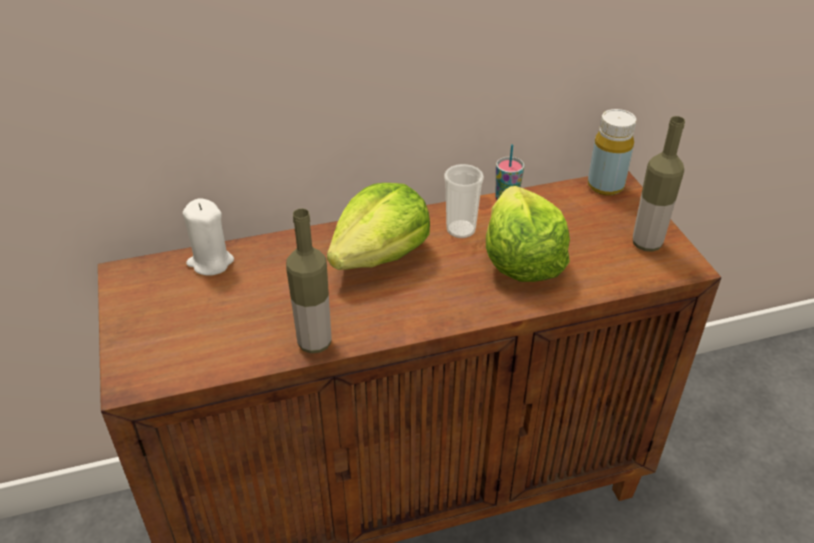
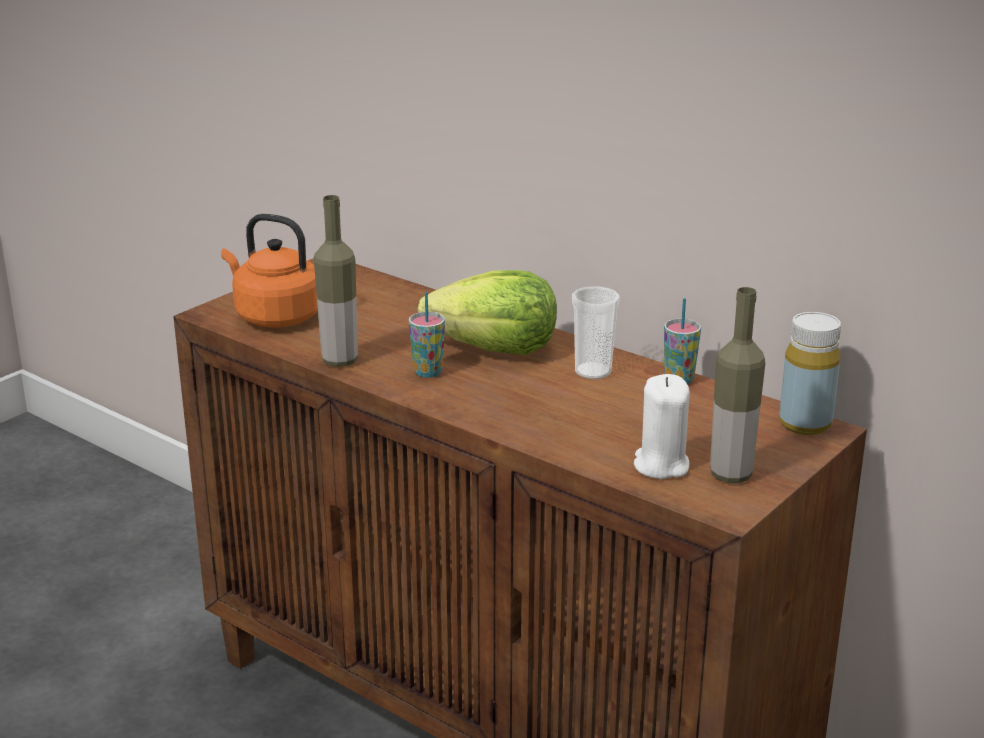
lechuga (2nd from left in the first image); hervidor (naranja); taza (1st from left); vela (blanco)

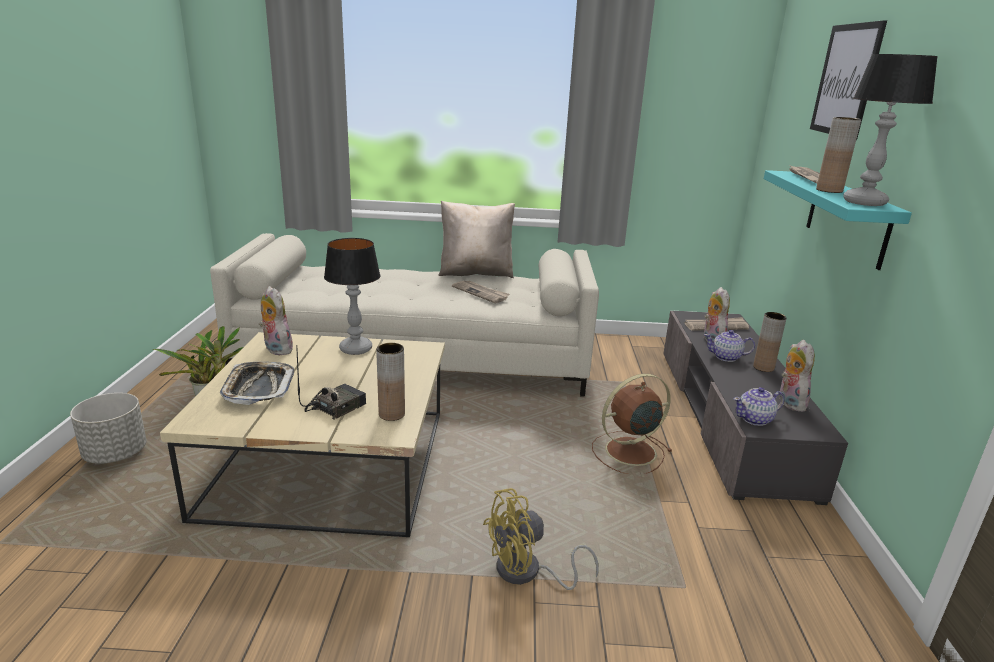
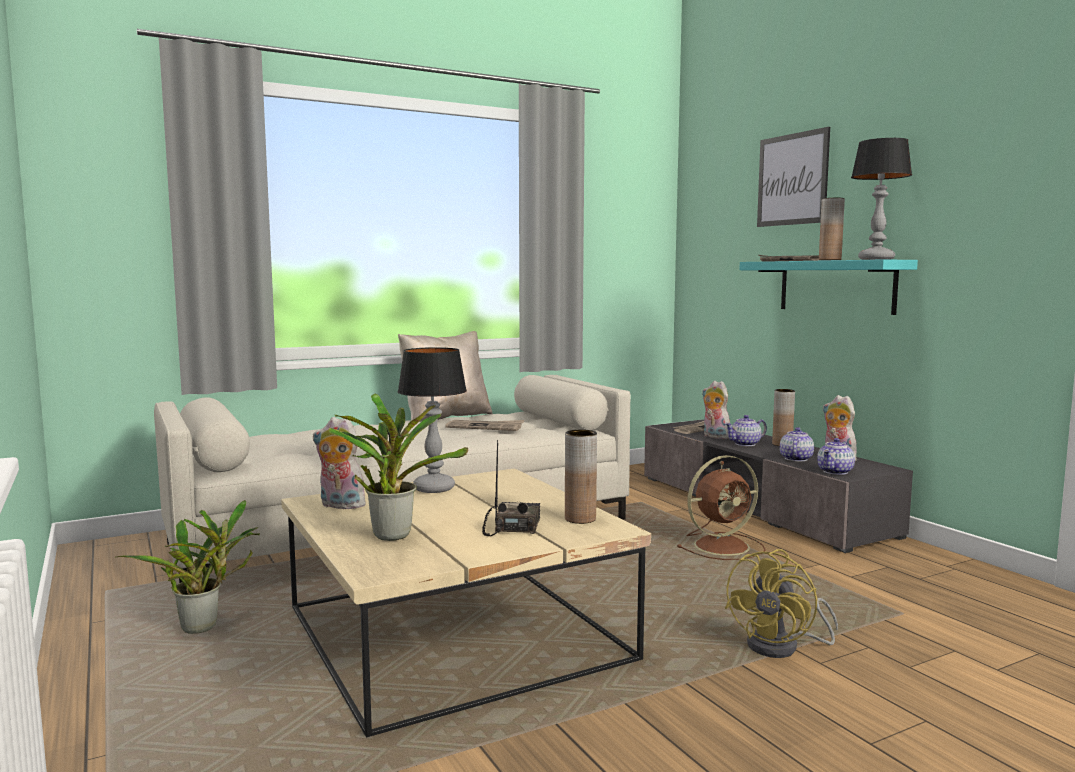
maceta (gris); tetera (2nd from left); planta en maceta (2nd from left); ventilador (marrón)

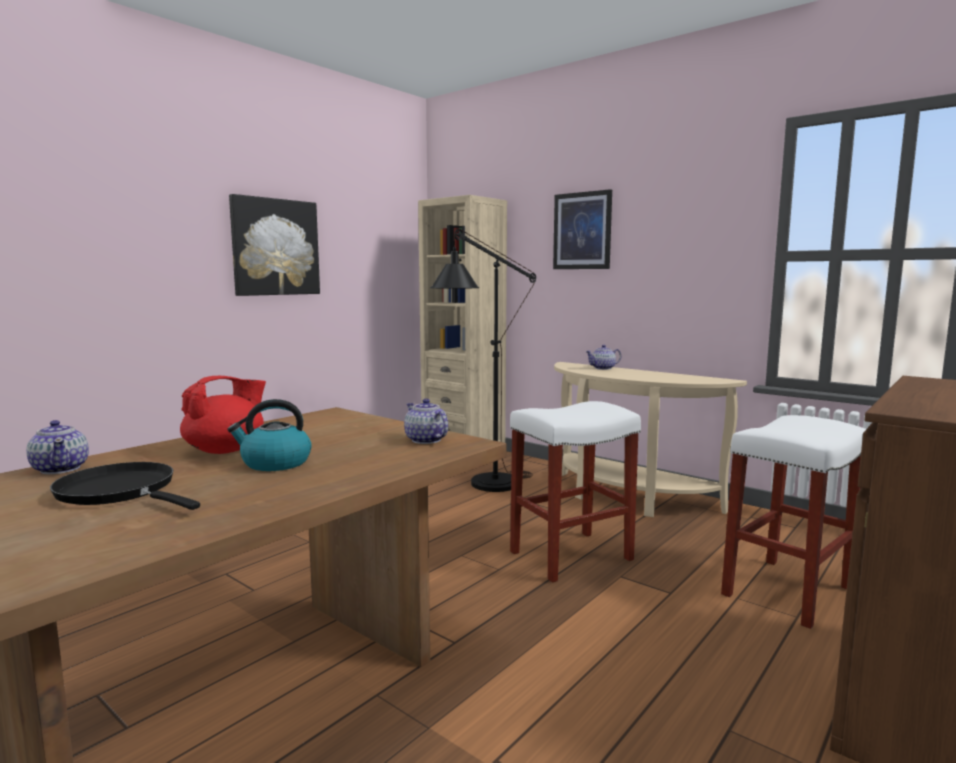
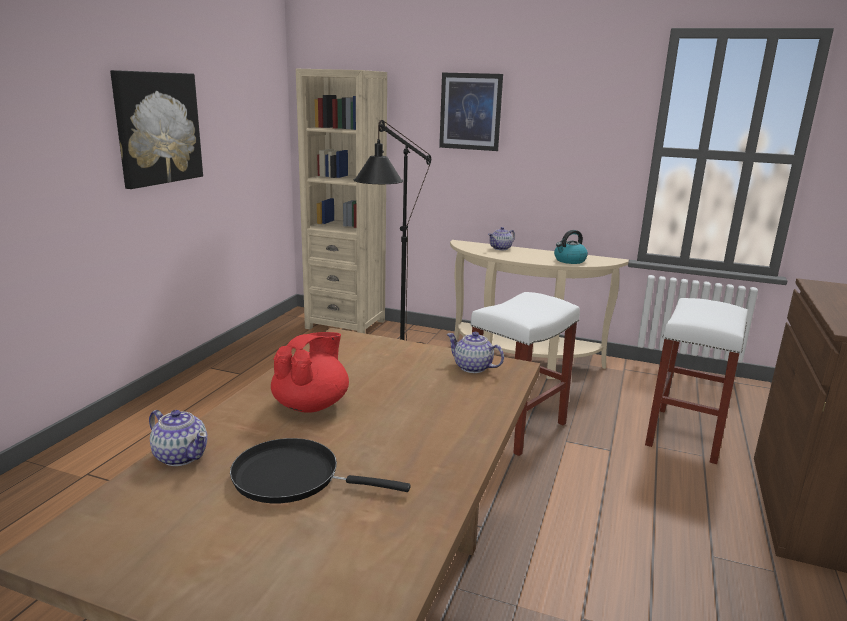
hervidor

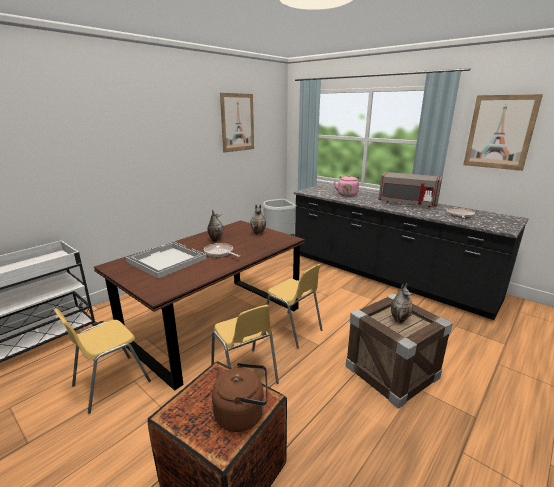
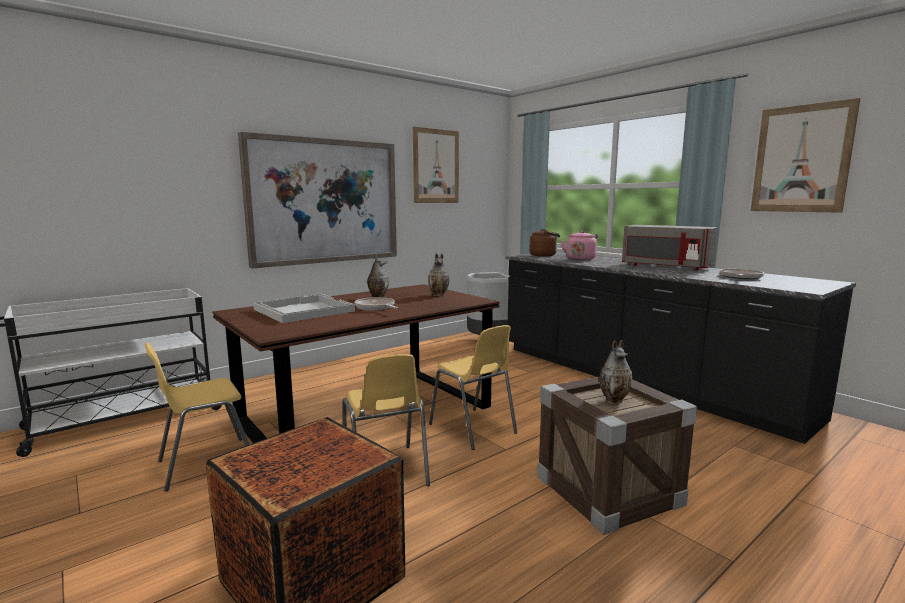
cuadro (1st from left); hervidor (marrón)

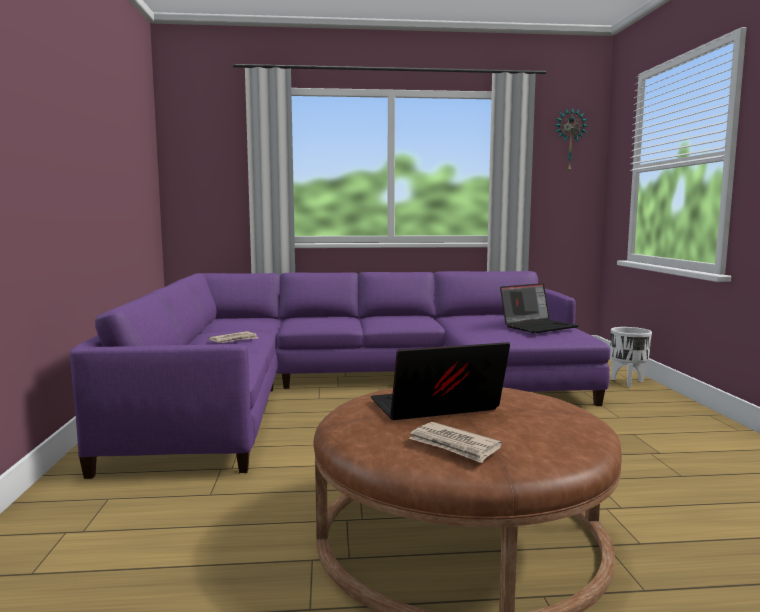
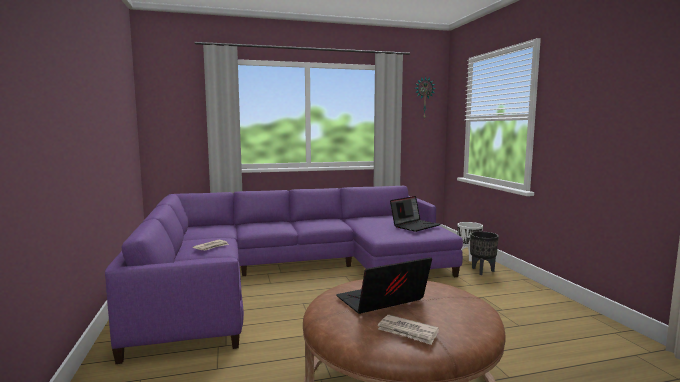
maceta (negro)

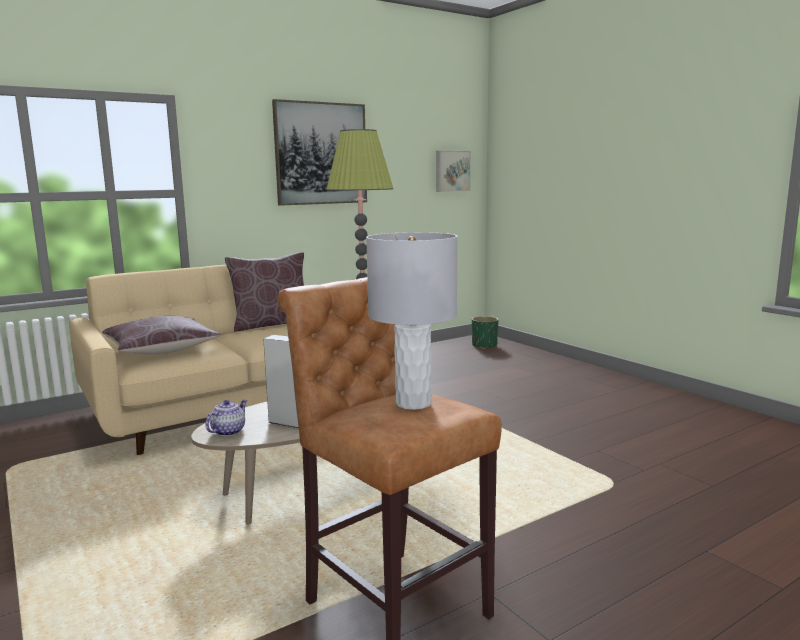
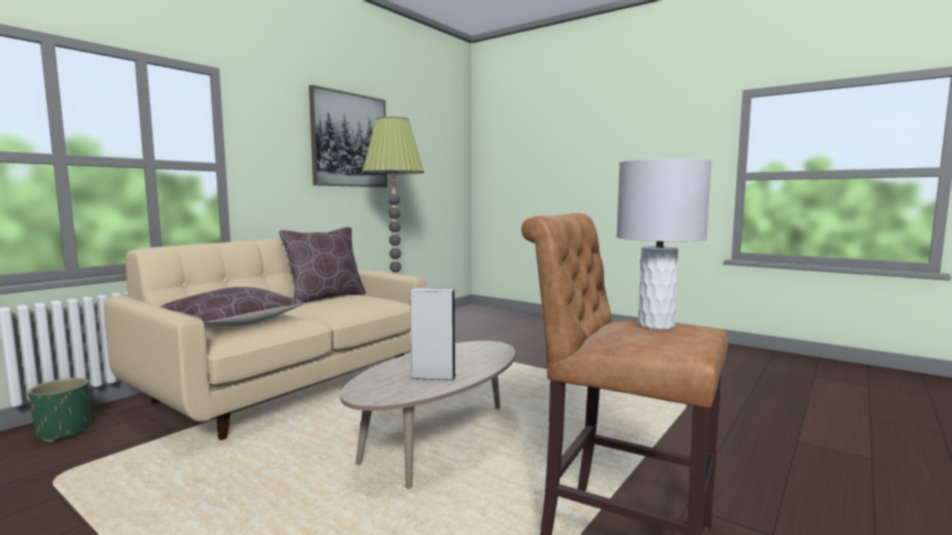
tetera; cuadro (2nd from left in the first image); maceta (verde)

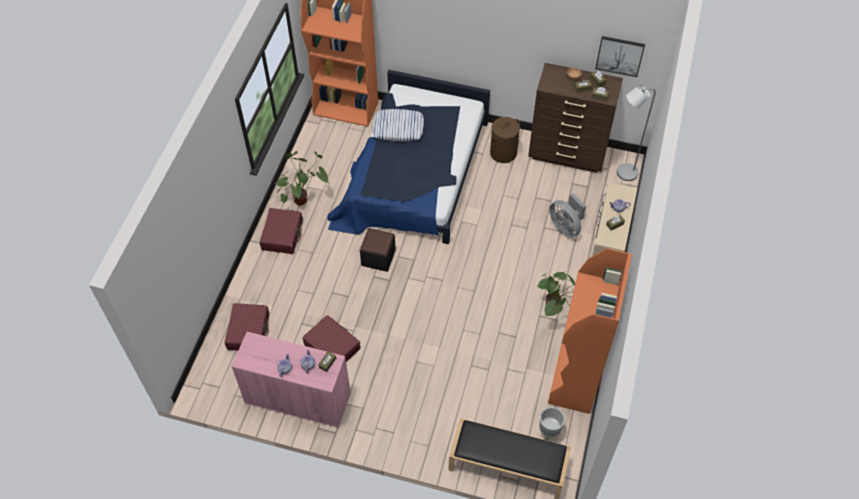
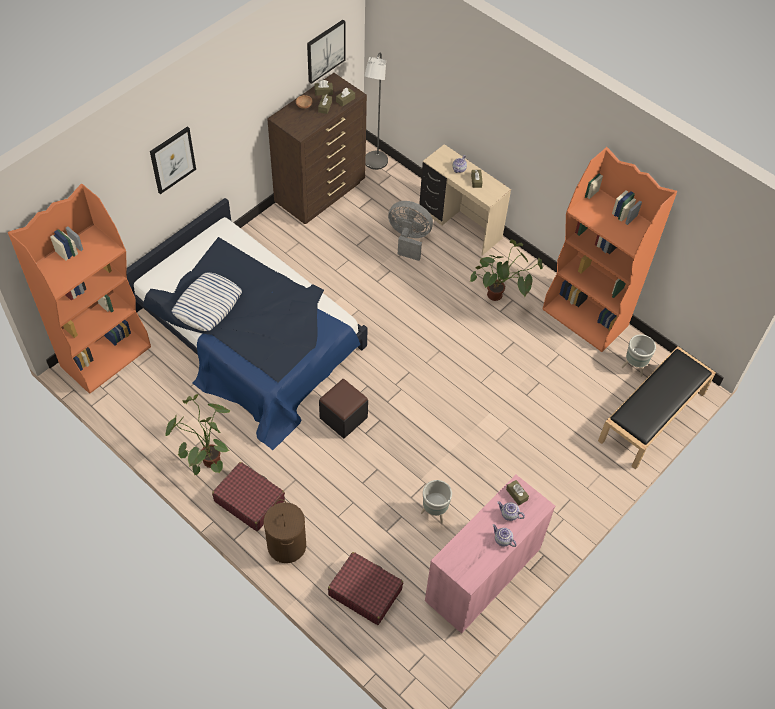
cuadro (1st from left); cesto de la ropa (marrón); maceta (gris) (1st from left); ventilador (gris)

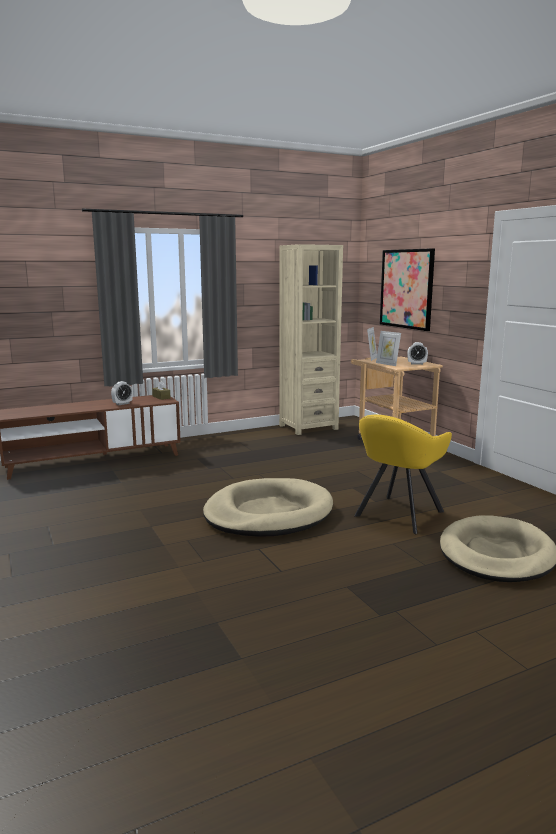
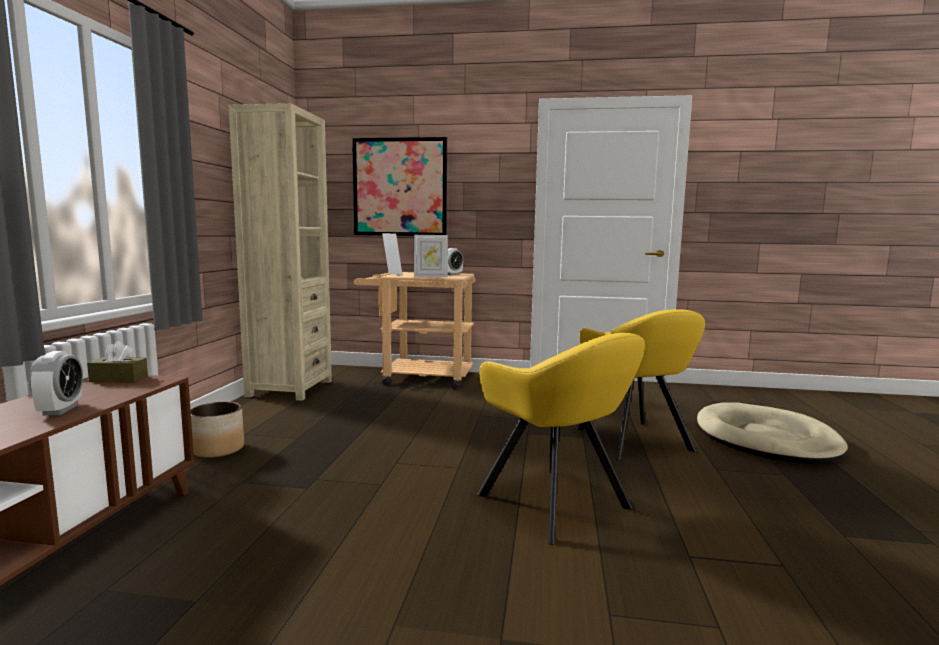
maceta; sillón (amarillo) (1st from left)

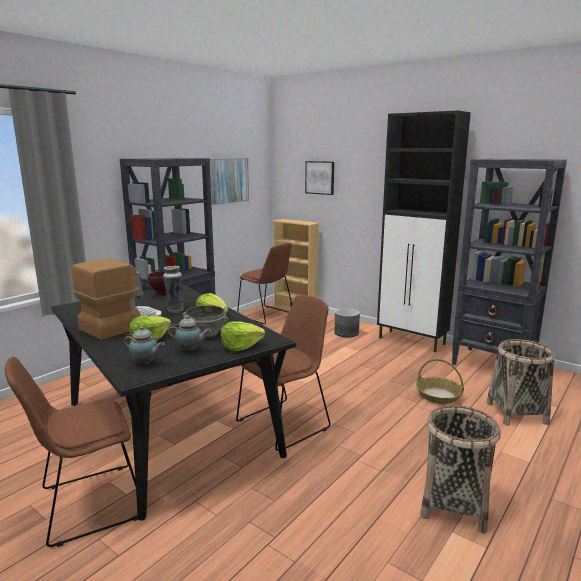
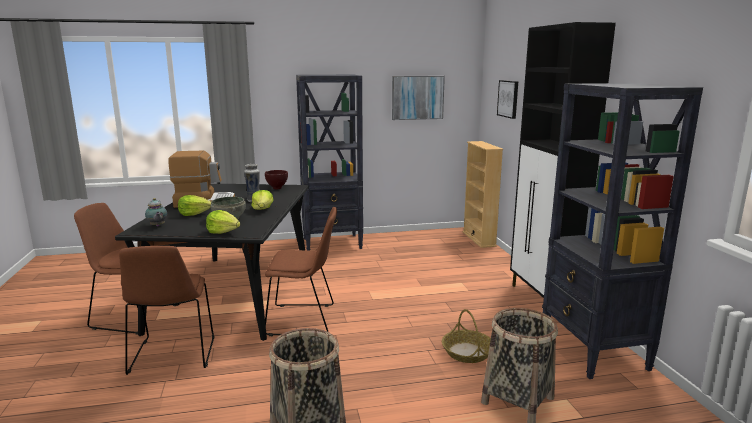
tetera (2nd from left in the first image); maceta (gris); silla (marrón) (2nd from left)

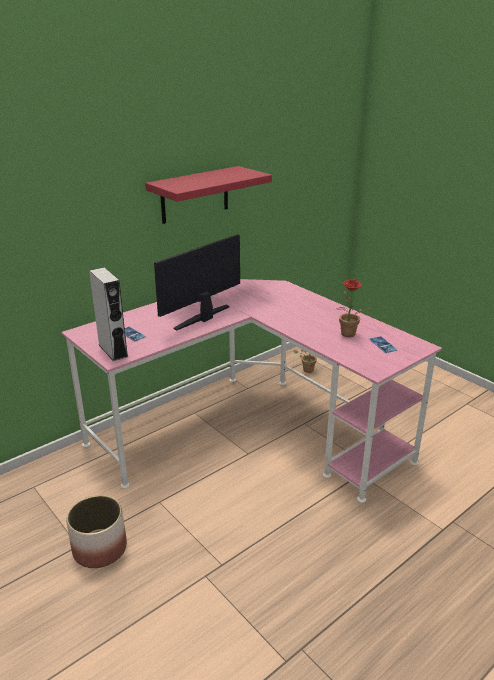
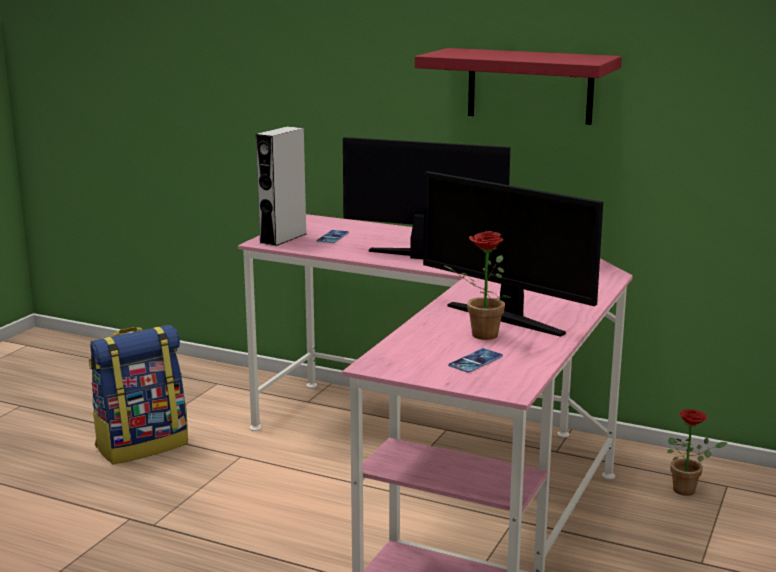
monitor (2nd from left); mochila

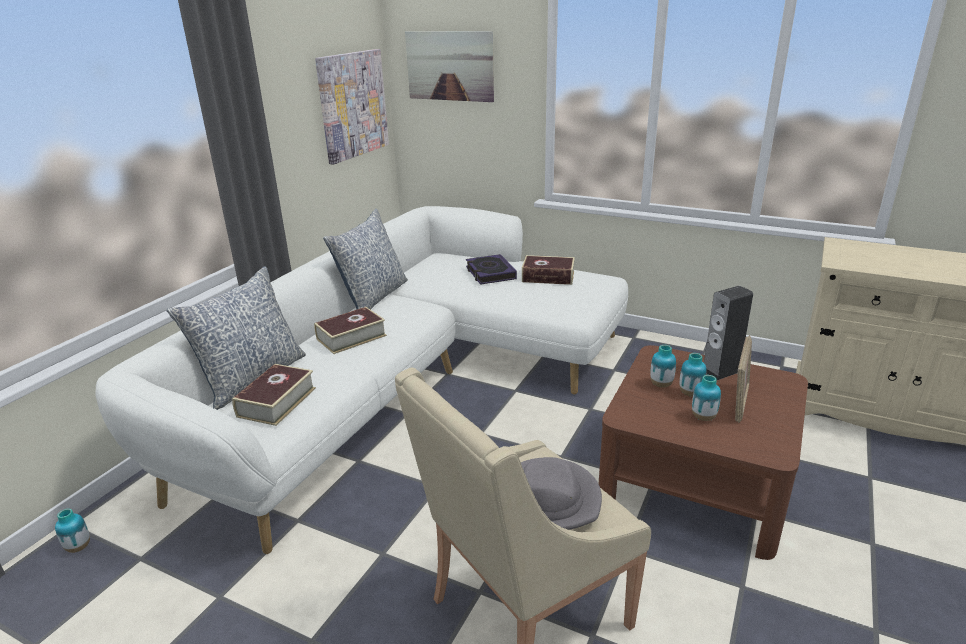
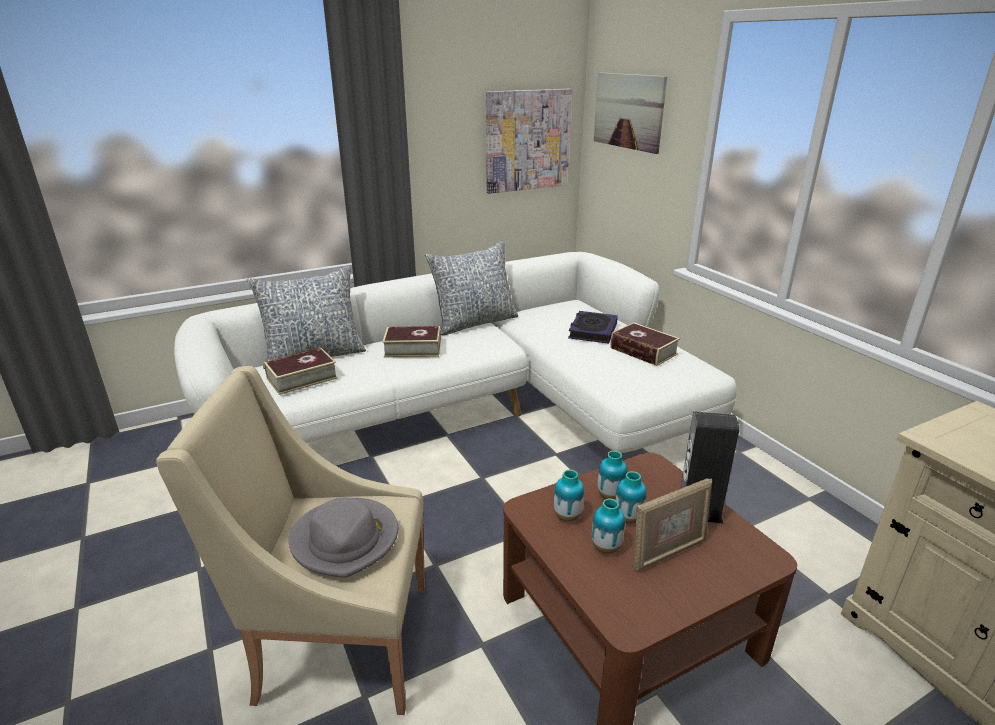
florero (1st from left)

